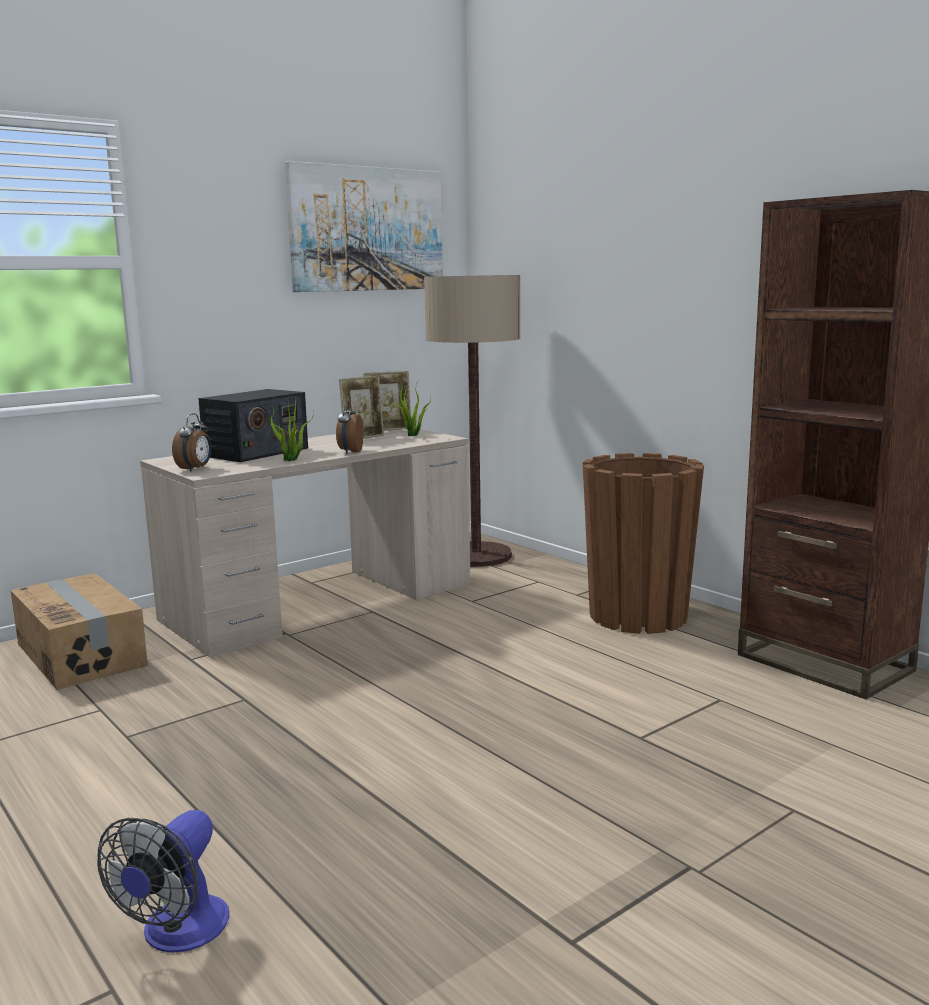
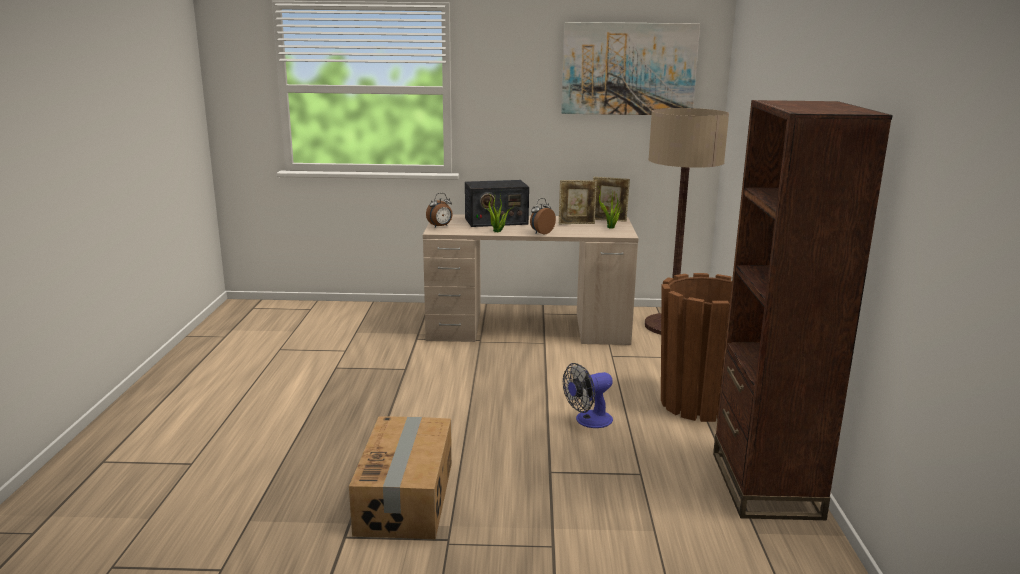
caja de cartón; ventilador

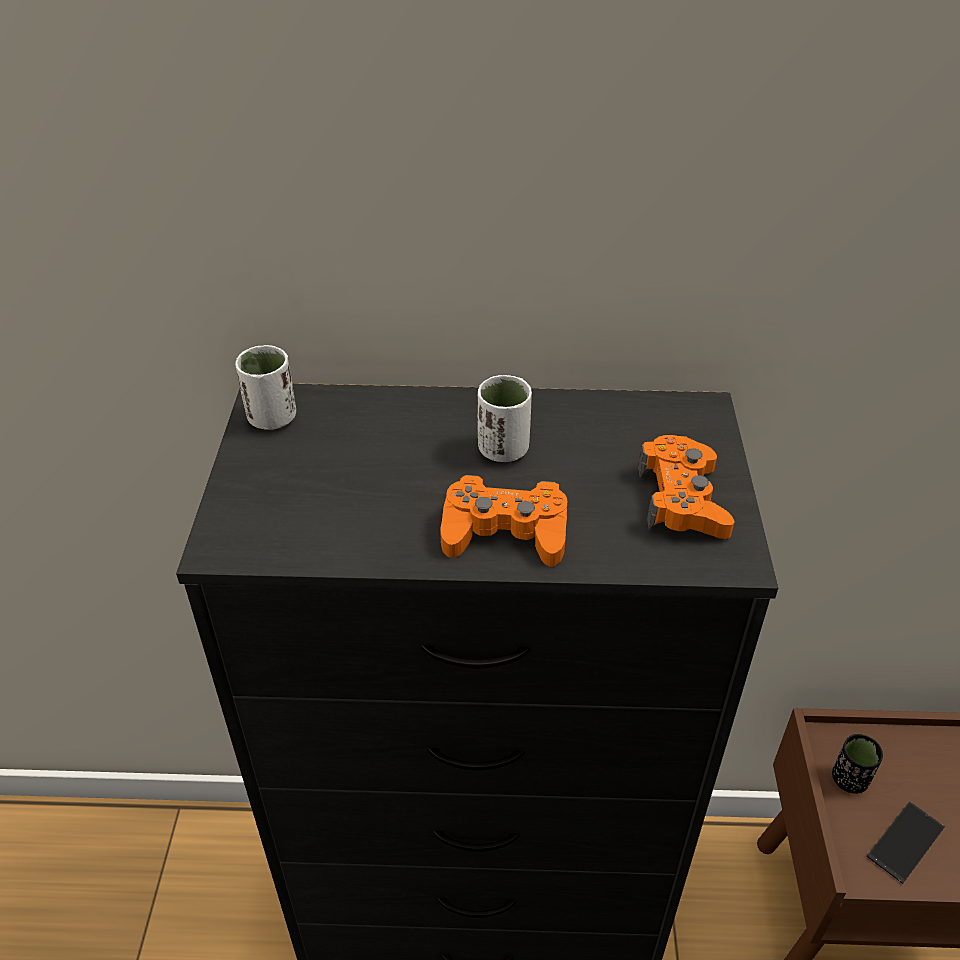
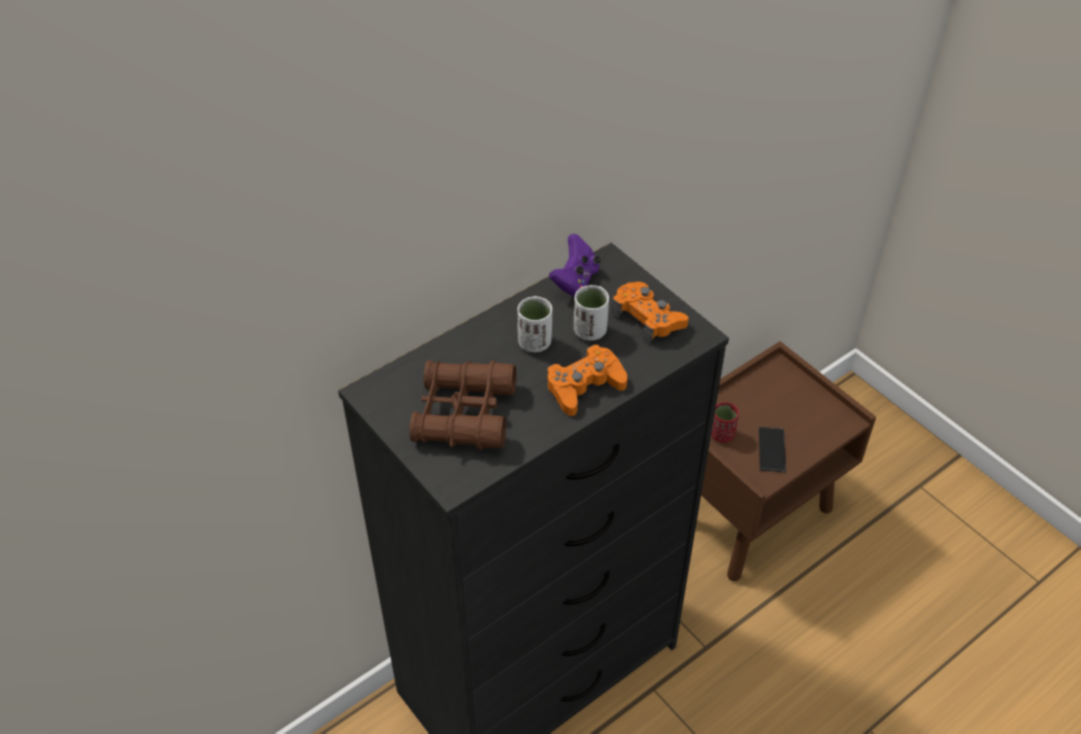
prismáticos (marrón); mando de consola (morado); taza (blanco) (2nd from left); taza (rojo)

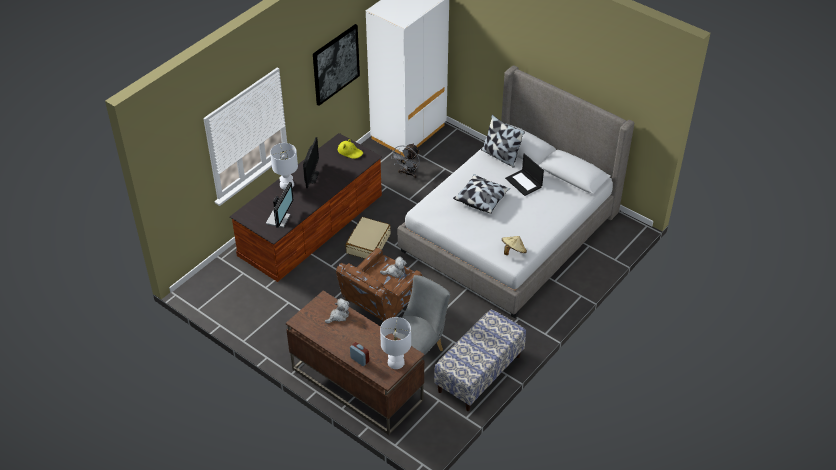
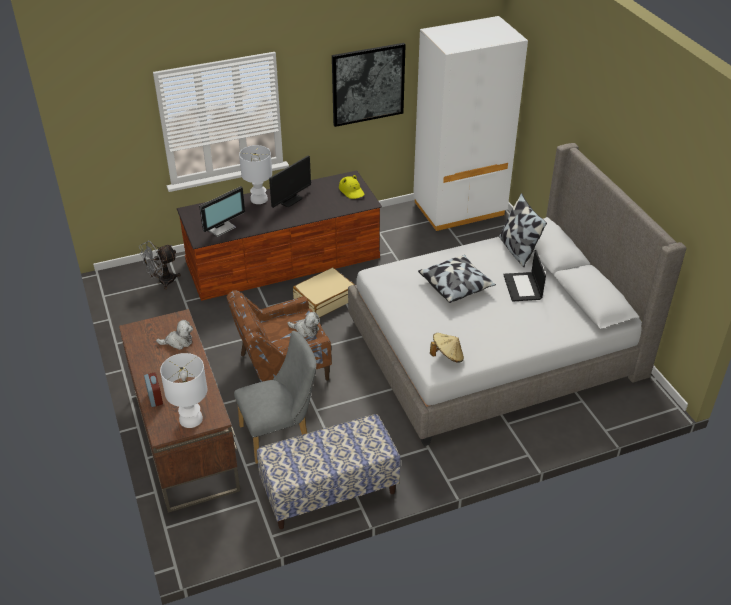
ventilador (gris)

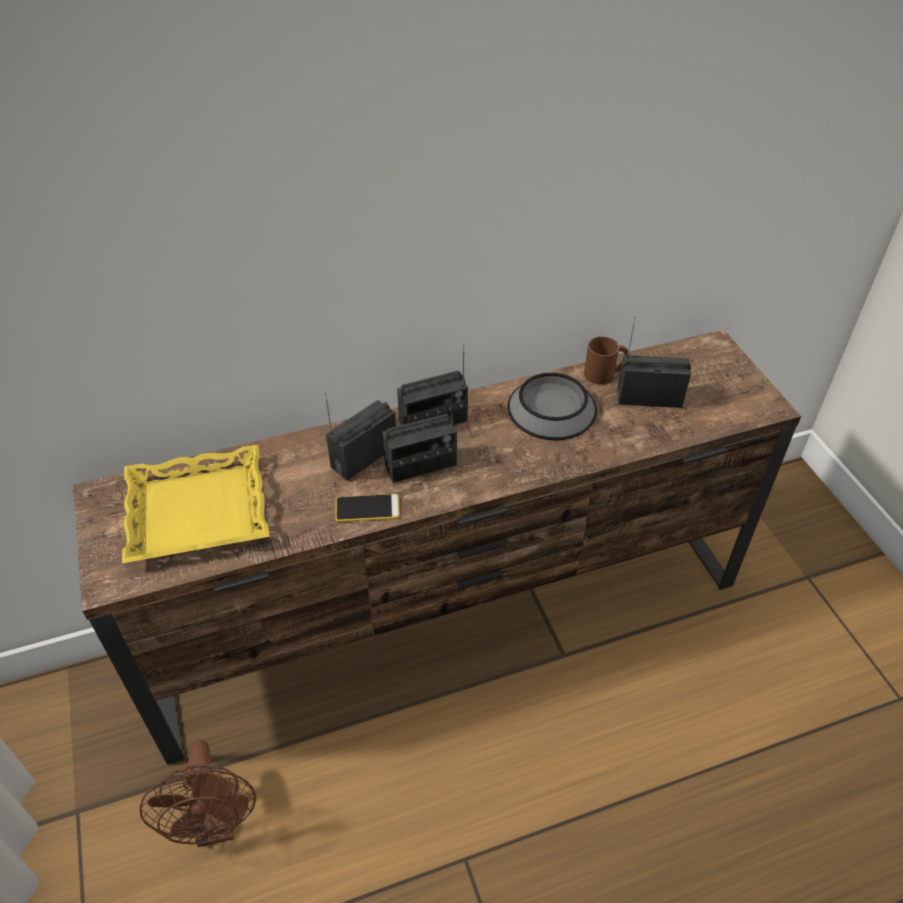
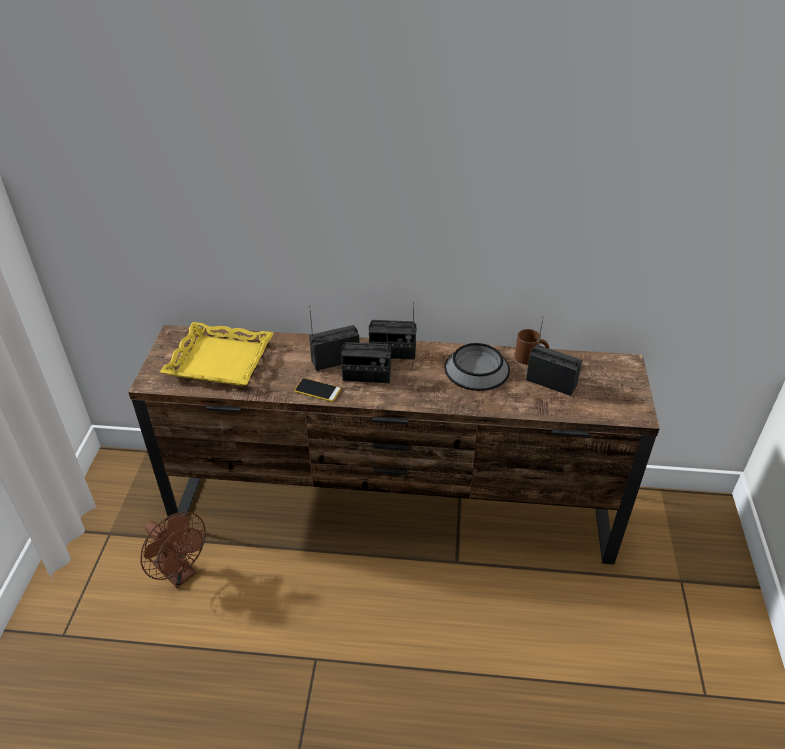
ventilador (marrón)

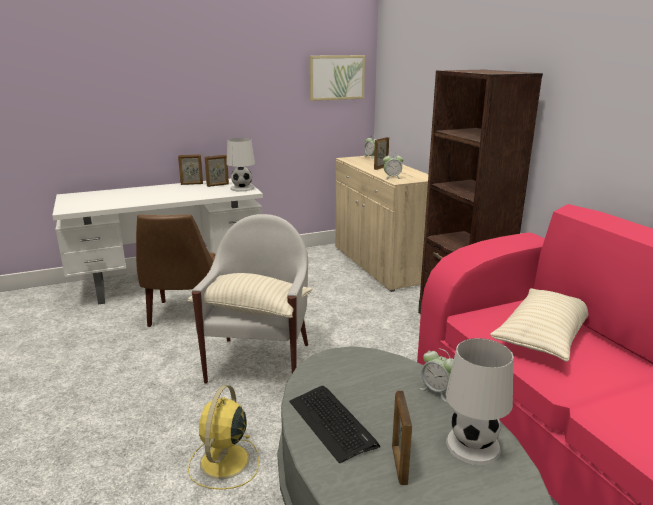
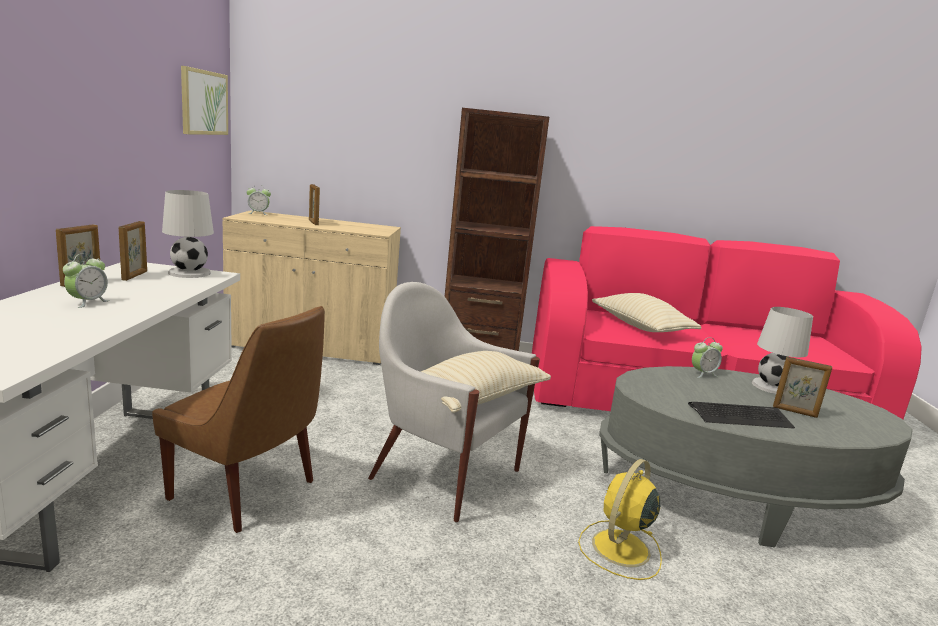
despertador (1st from left); ventilador (amarillo)

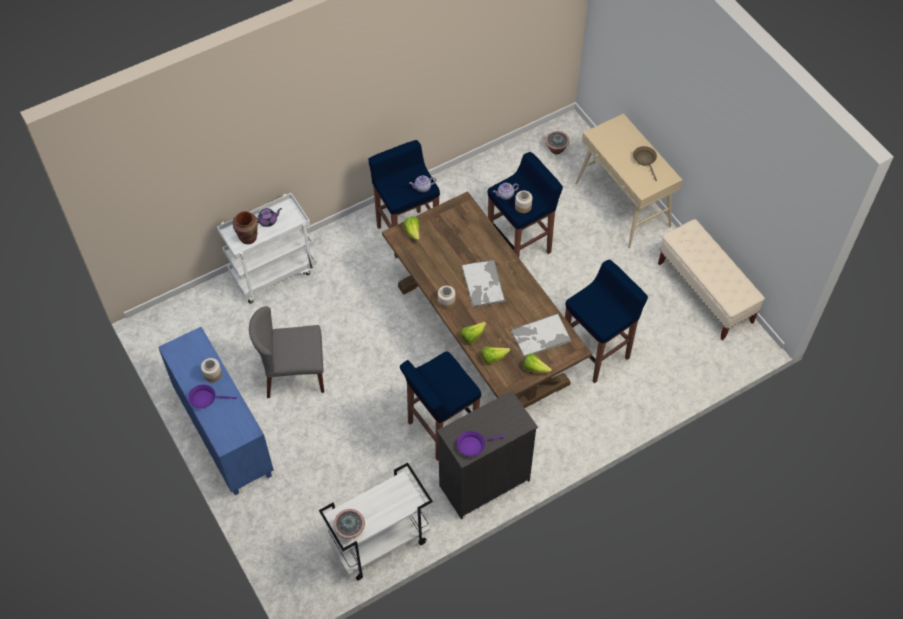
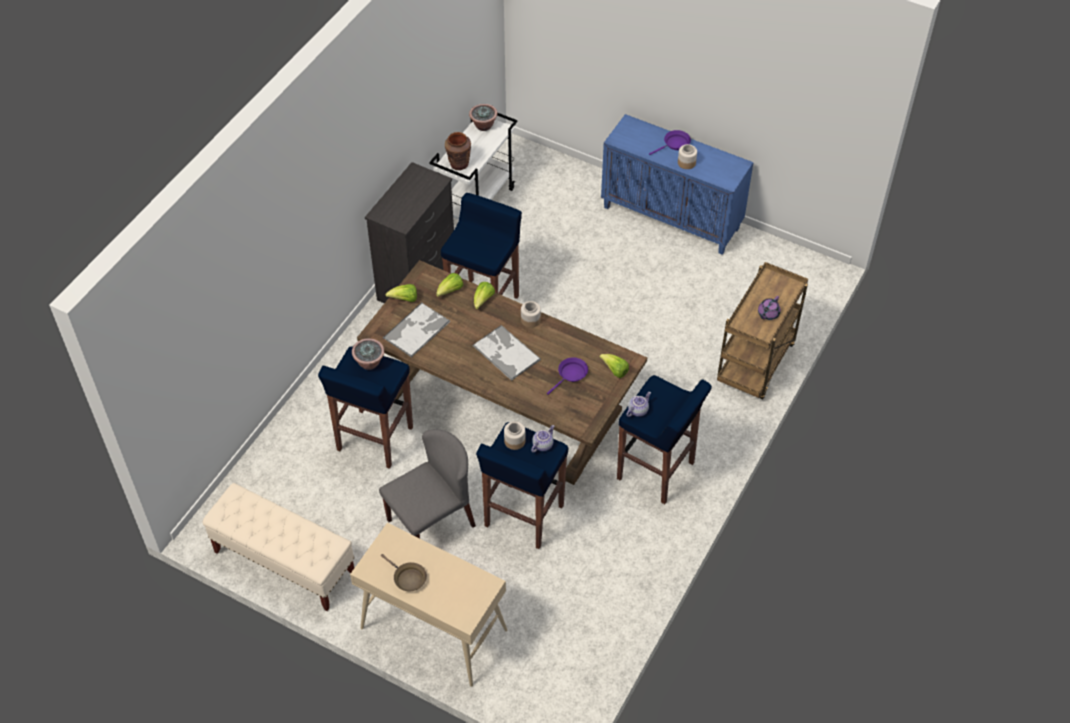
florero (marrón); silla (gris); sartén (morado) (1st from left); planta en maceta (1st from left); carrito (marrón)

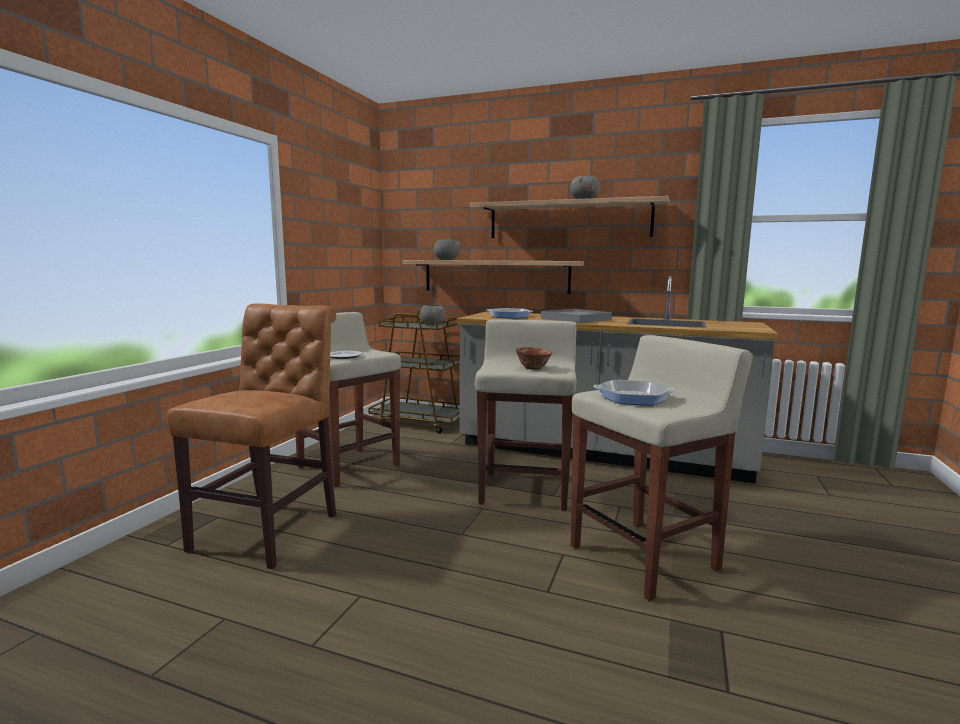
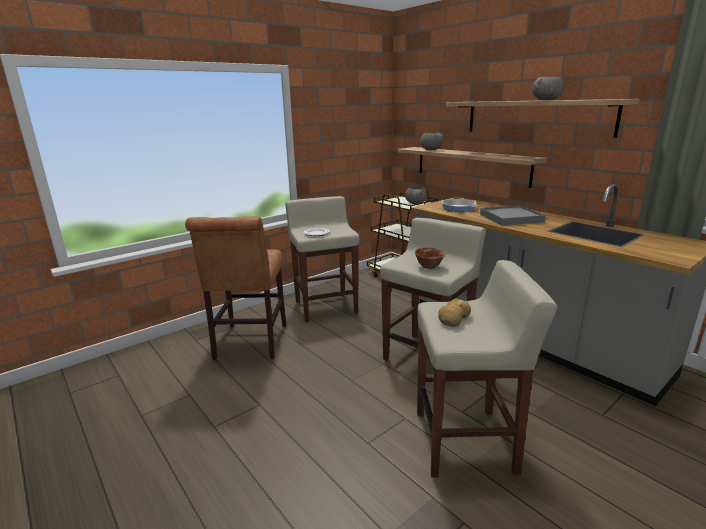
pan; silla (marrón)

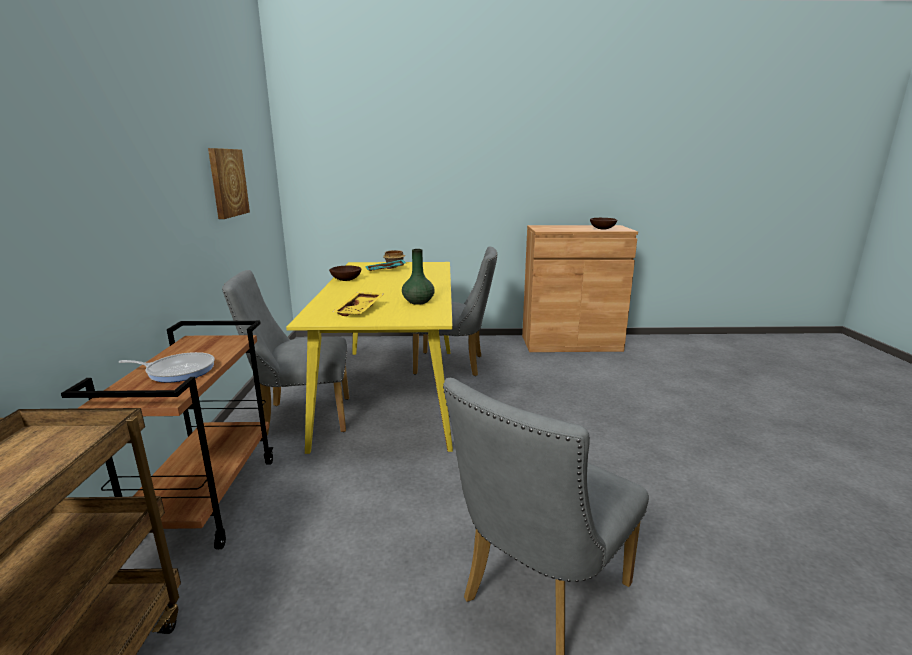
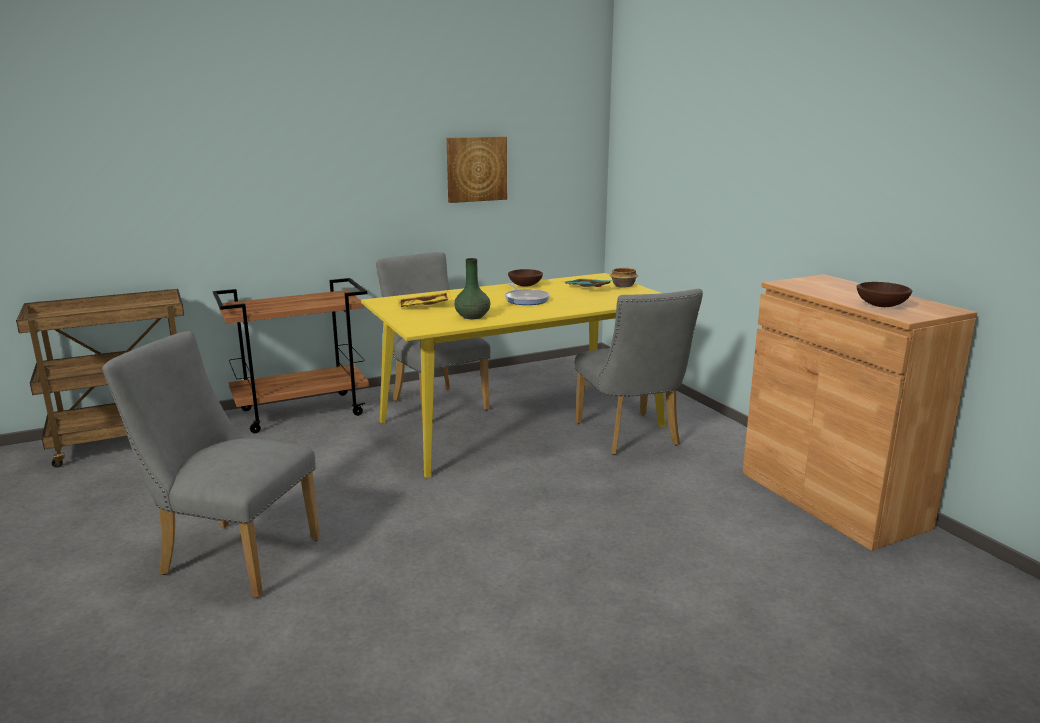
sartén

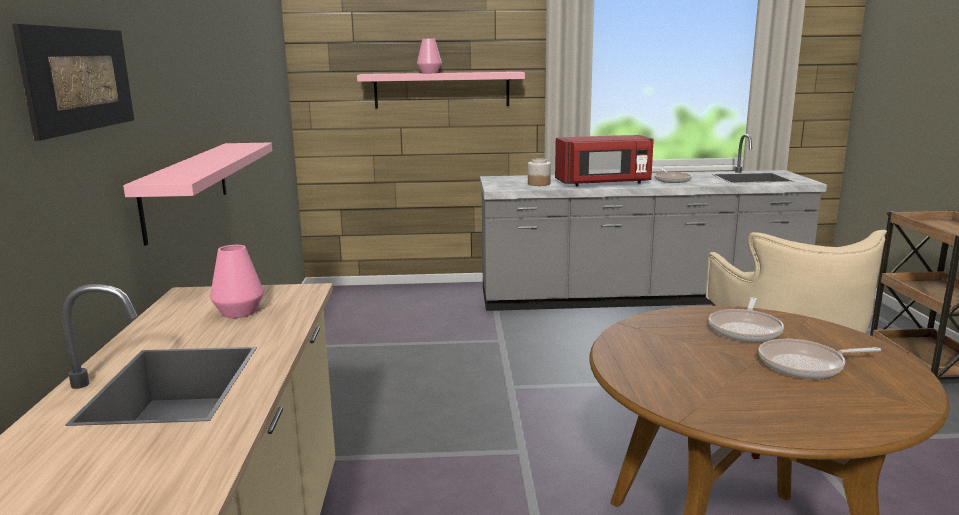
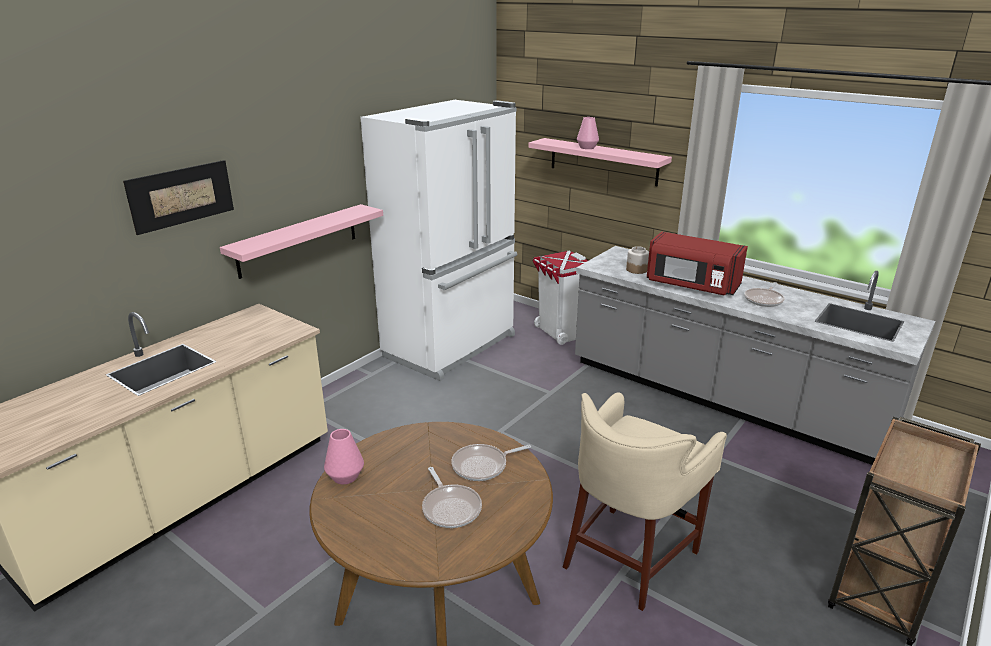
nevera (blanco); papelera (blanco); florero (rosa) (1st from left); sartén (1st from left)

